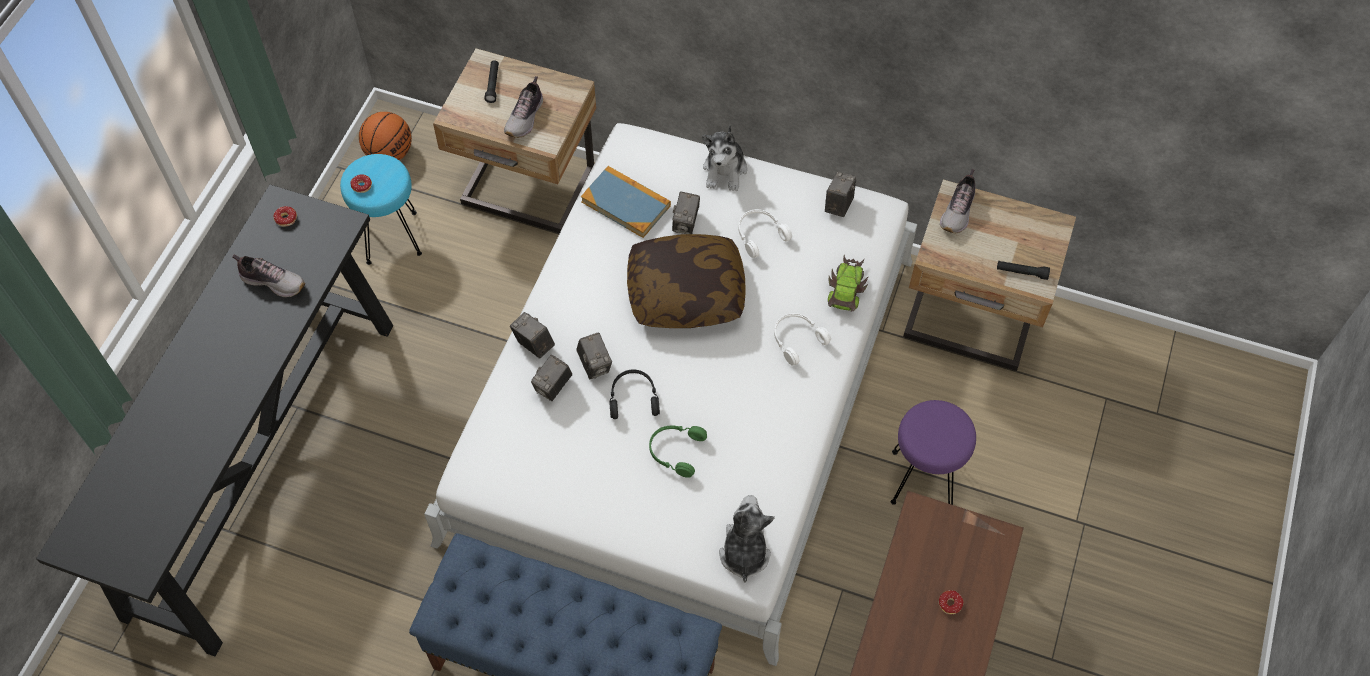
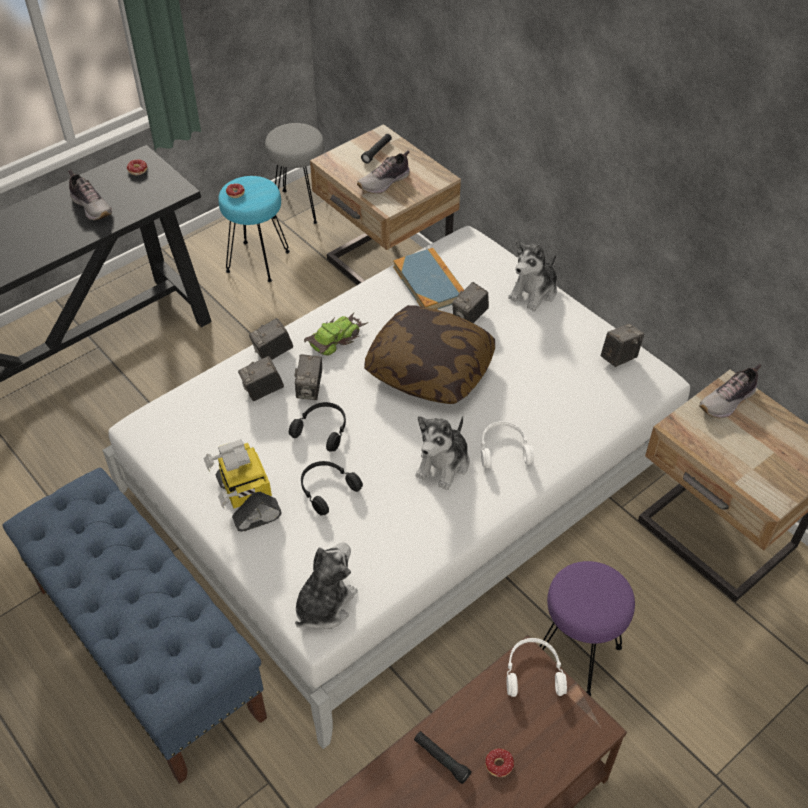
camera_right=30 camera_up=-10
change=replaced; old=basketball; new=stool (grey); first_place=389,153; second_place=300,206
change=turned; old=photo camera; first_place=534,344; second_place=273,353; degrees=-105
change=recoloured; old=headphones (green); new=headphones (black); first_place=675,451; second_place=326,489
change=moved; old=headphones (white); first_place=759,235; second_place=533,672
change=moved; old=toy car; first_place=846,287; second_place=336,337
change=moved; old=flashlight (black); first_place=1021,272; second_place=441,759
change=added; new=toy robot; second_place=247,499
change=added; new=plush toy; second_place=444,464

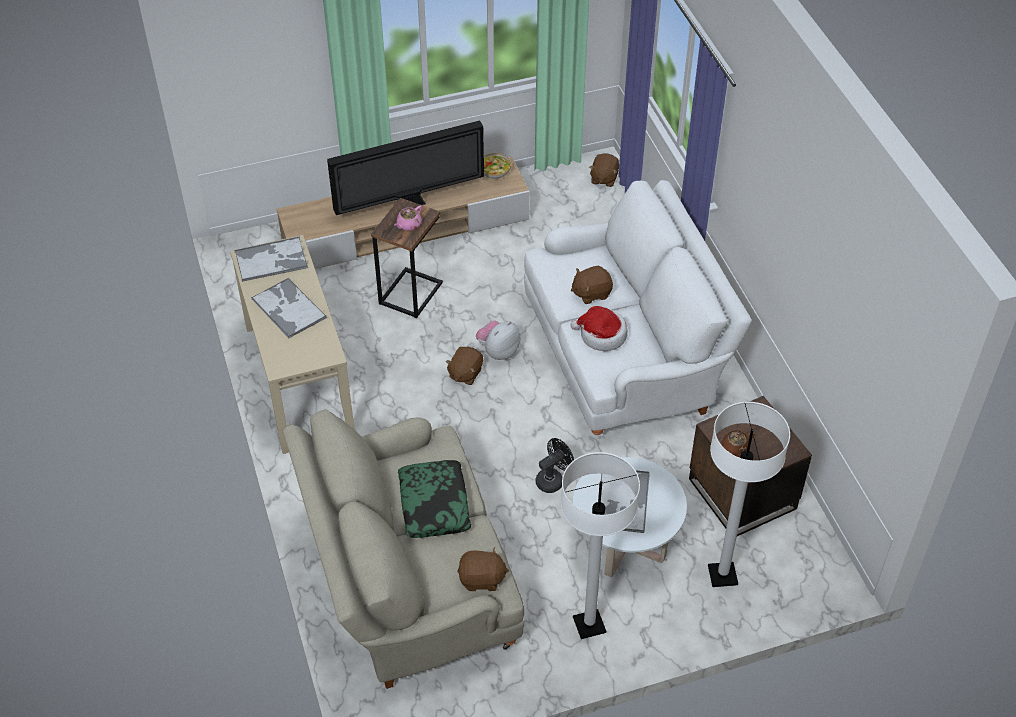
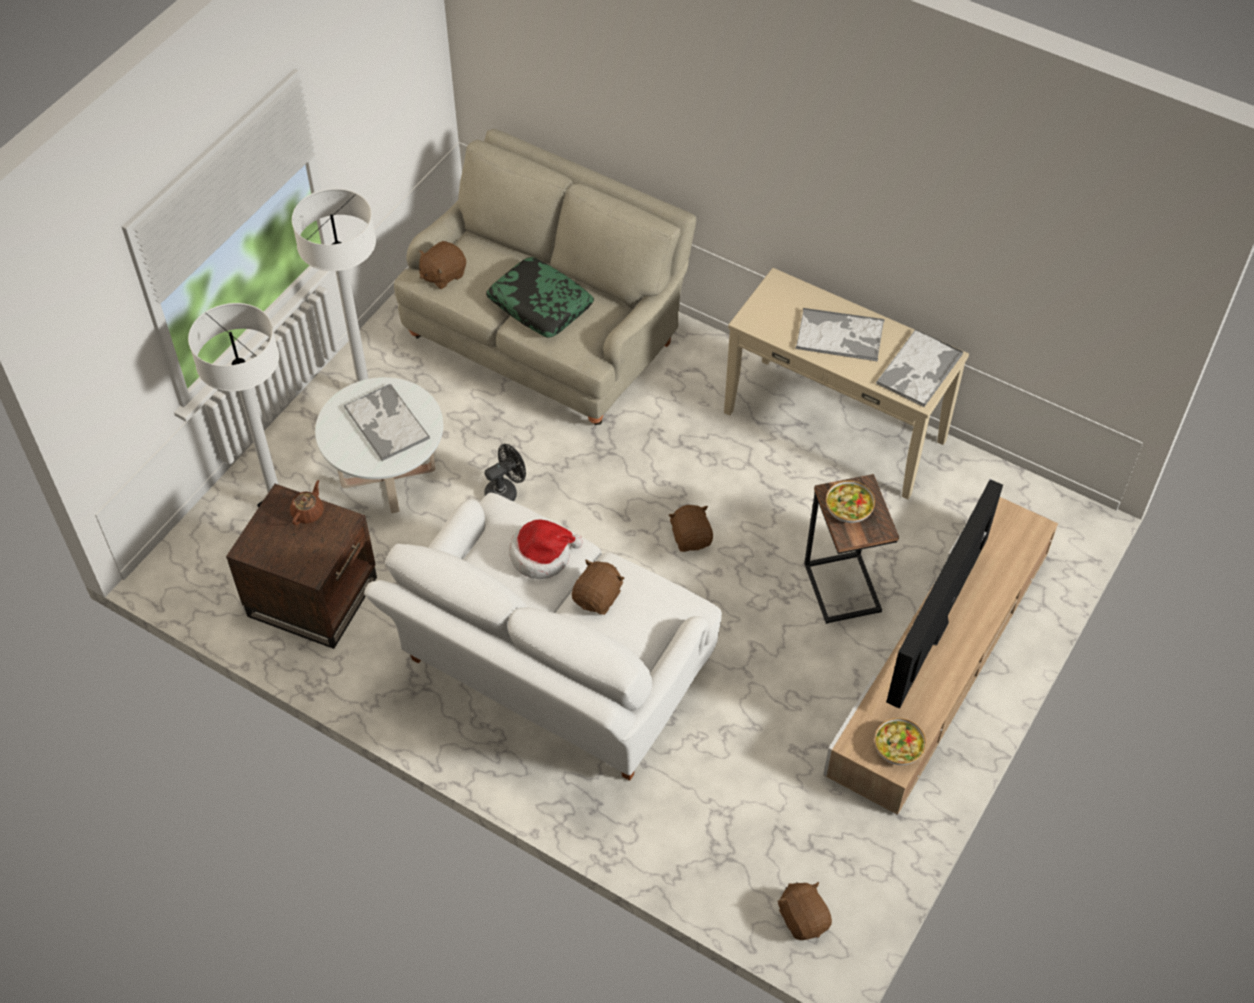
camera_right=140 camera_up=5
change=replaced; old=teapot (pink); new=bowl; first_place=408,225; second_place=849,509
change=removed; old=plush toy; first_place=498,351
change=turned; old=fan (black); first_place=553,479; second_place=505,492; degrees=-135

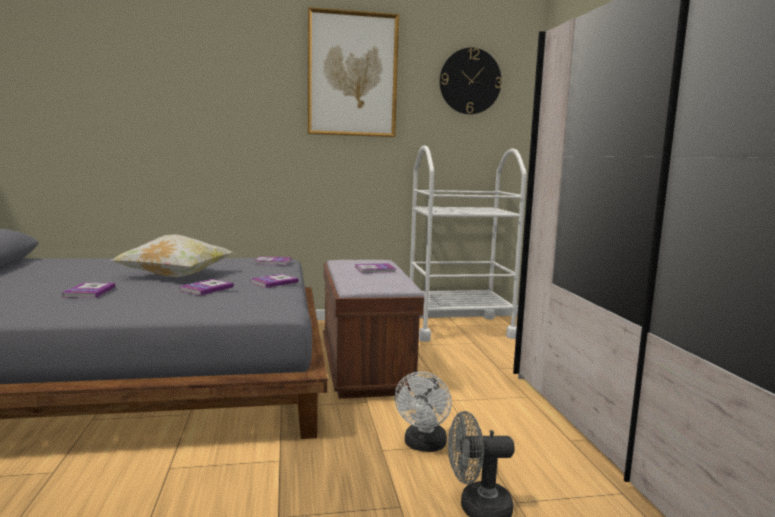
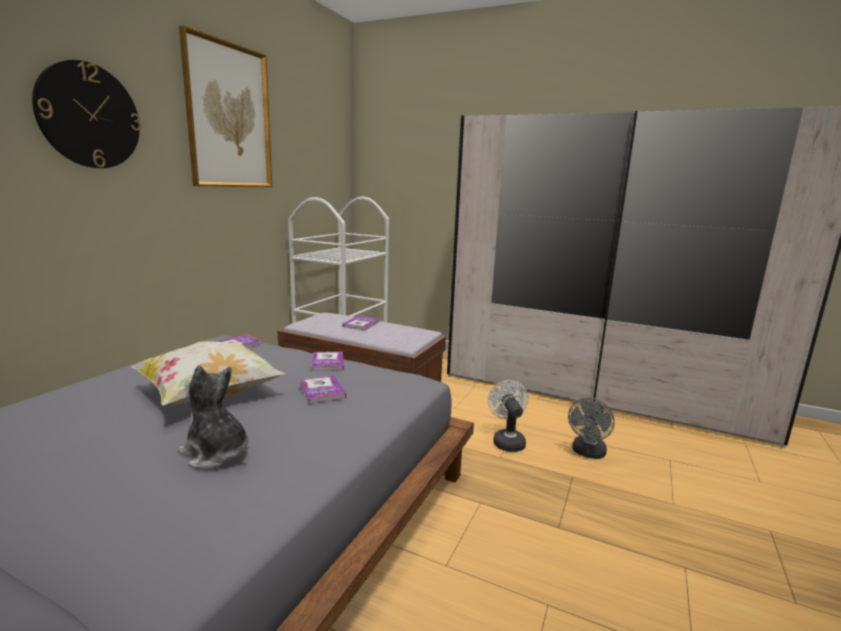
camera_right=-55 camera_up=5
change=replaced; old=book; new=plush toy; first_place=89,292; second_place=216,453
change=turned; old=fan (white); first_place=423,446; second_place=507,441; degrees=-150
change=moved; old=wall clock; first_place=470,81; second_place=89,116

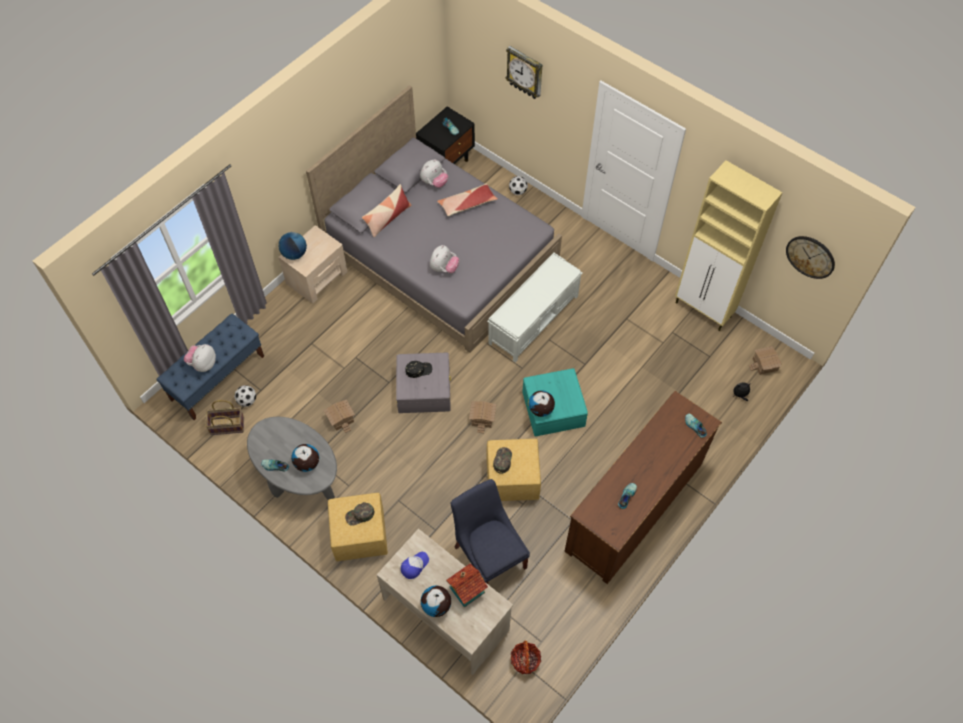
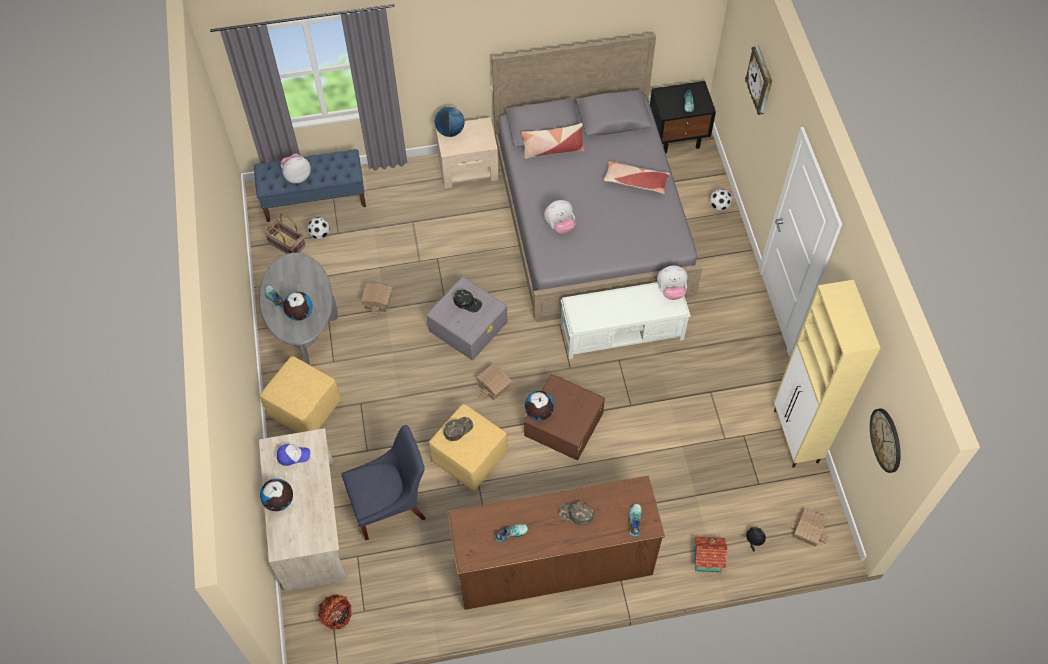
camera_right=40 camera_up=0
change=moved; old=cap (green); first_place=360,515; second_place=576,514
change=moved; old=plush toy; first_place=434,182; second_place=671,290
change=moved; old=toy house; first_place=466,589; second_place=707,558
change=turned; old=chair (blue); first_place=489,554; second_place=391,504; degrees=60
change=recoloured; old=storage box (turquoise); new=storage box (brown); first_place=553,409; second_place=563,424

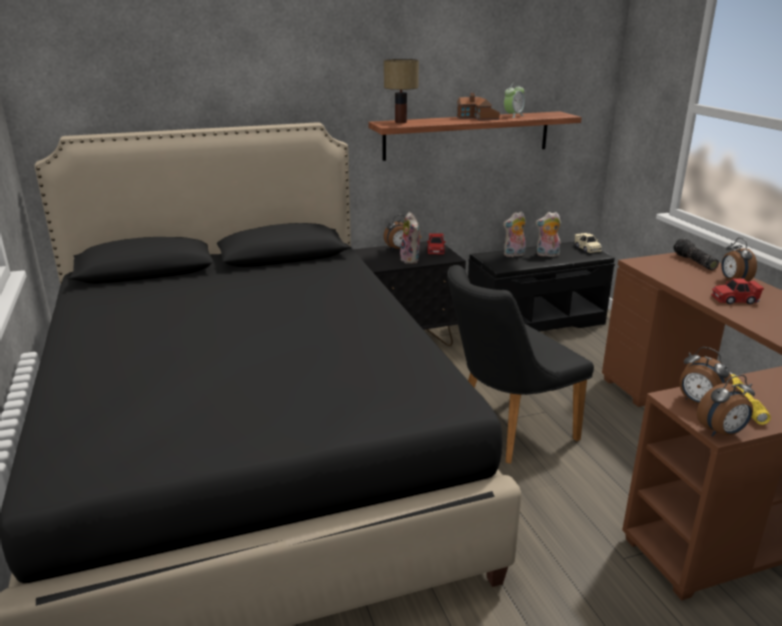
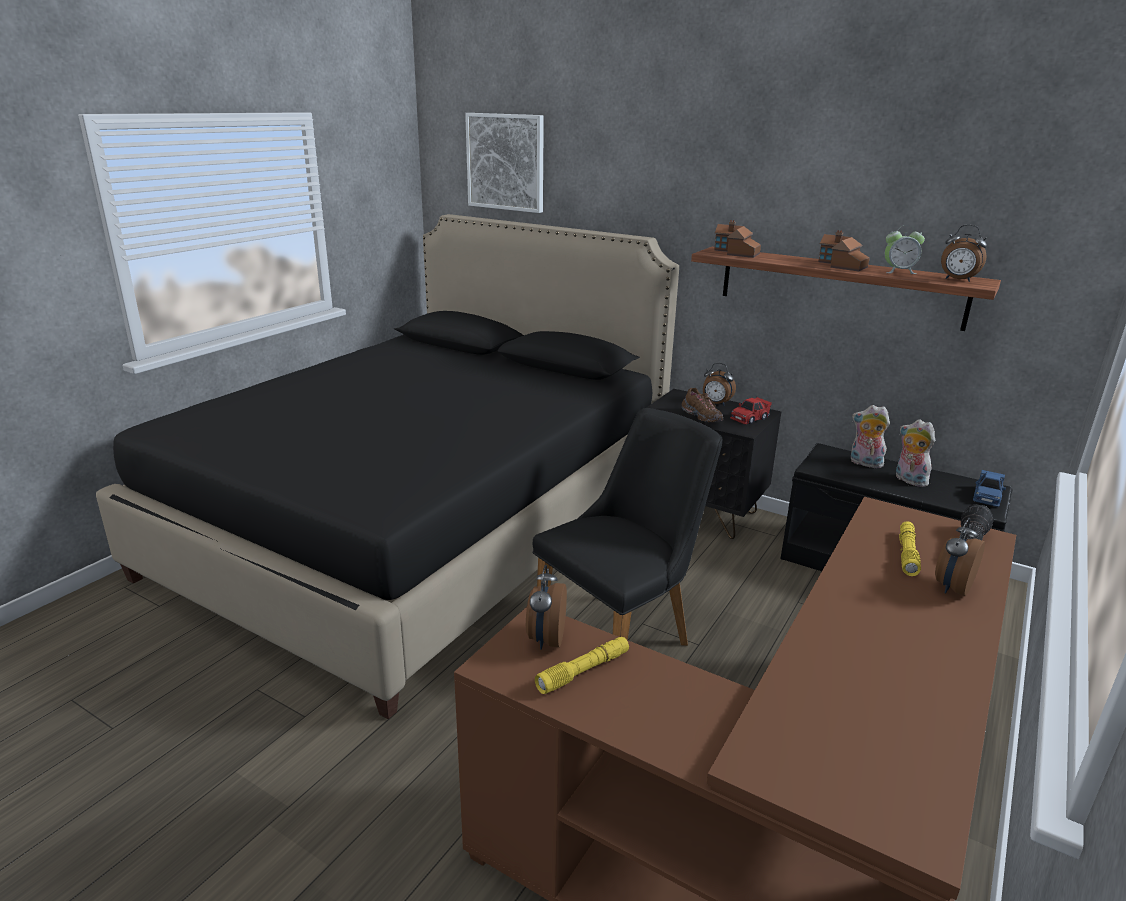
camera_right=50 camera_up=0
change=replaced; old=table lamp; new=toy house; first_place=400,122; second_place=735,252
change=replaced; old=plush toy; new=shoe (brown); first_place=411,260; second_place=702,417
change=turned; old=chair (black); first_place=505,431; second_place=624,632; degrees=120
change=recoloured; old=toy car (beige); new=toy car (blue); first_place=587,249; second_place=987,496
change=moved; old=alarm clock; first_place=722,433; second_place=957,280
change=removed; old=toy car (red); first_place=734,300
change=added; new=picture; second_place=506,162
change=added; new=flashlight (yellow); second_place=907,554

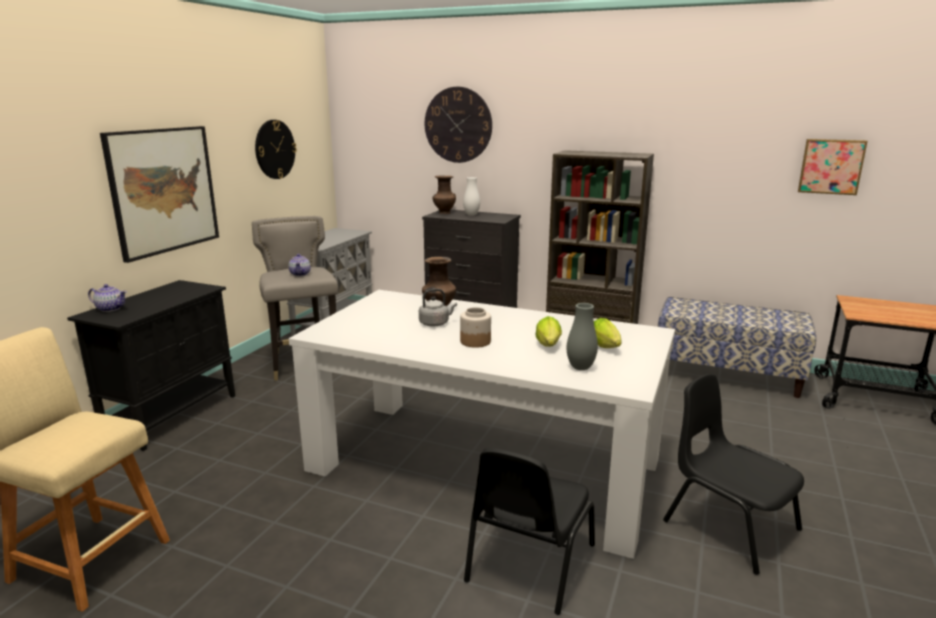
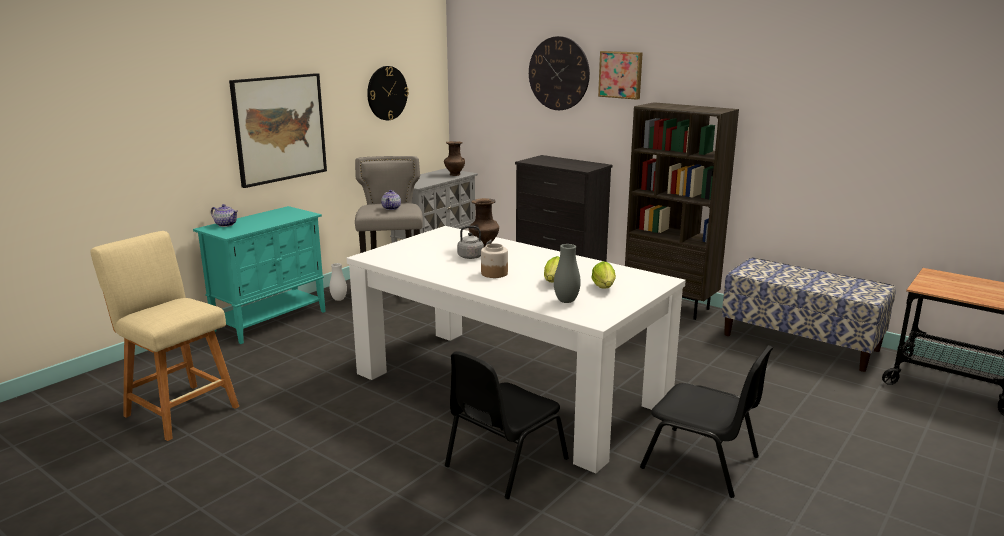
camera_right=15 camera_up=0
change=recoloured; old=cabinet (black); new=cabinet (turquoise); first_place=172,415; second_place=271,321
change=moved; old=vase (brown); first_place=444,213; second_place=454,174
change=moved; old=vase (white); first_place=471,215; second_place=339,299
change=turned; old=chair (black); first_place=728,525; second_place=702,463; degrees=150
change=moved; old=picture; first_place=831,166; second_place=621,74

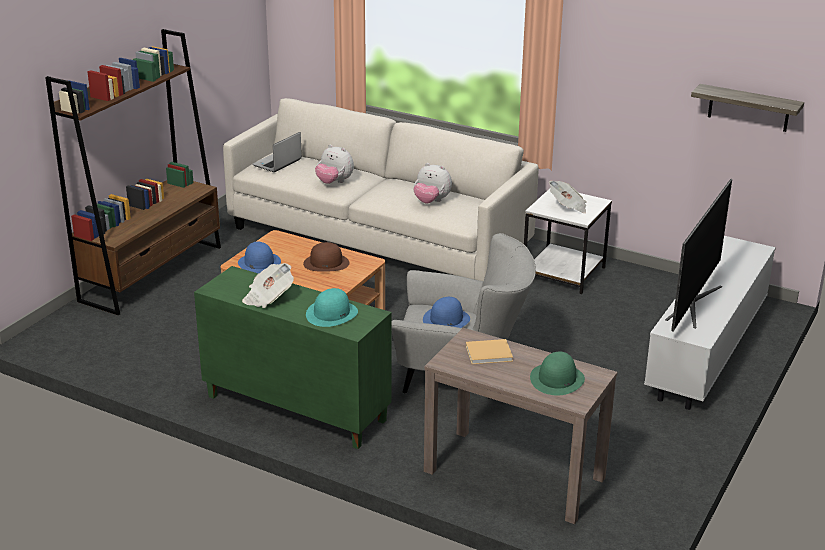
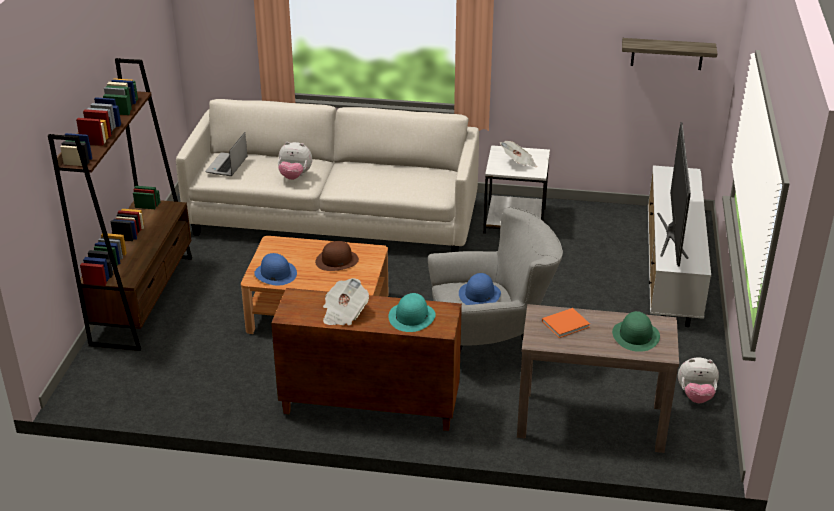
camera_right=-20 camera_up=5
change=recoloured; old=cabinet (green); new=cabinet (brown); first_place=294,408; second_place=368,406
change=moved; old=plush toy; first_place=431,201; second_place=695,396
change=recoloured; old=book (beige); new=book (orange); first_place=490,353; second_place=566,324

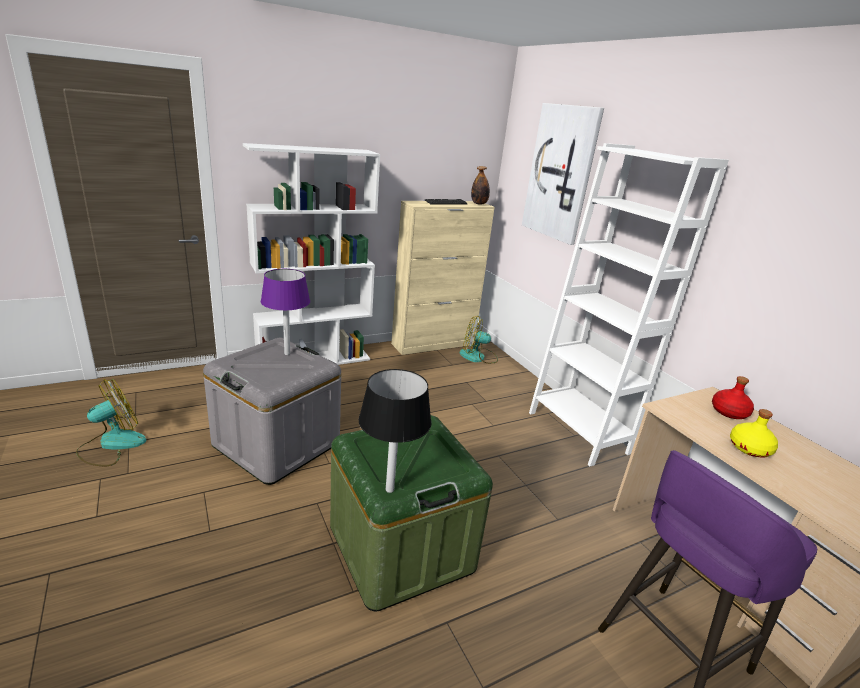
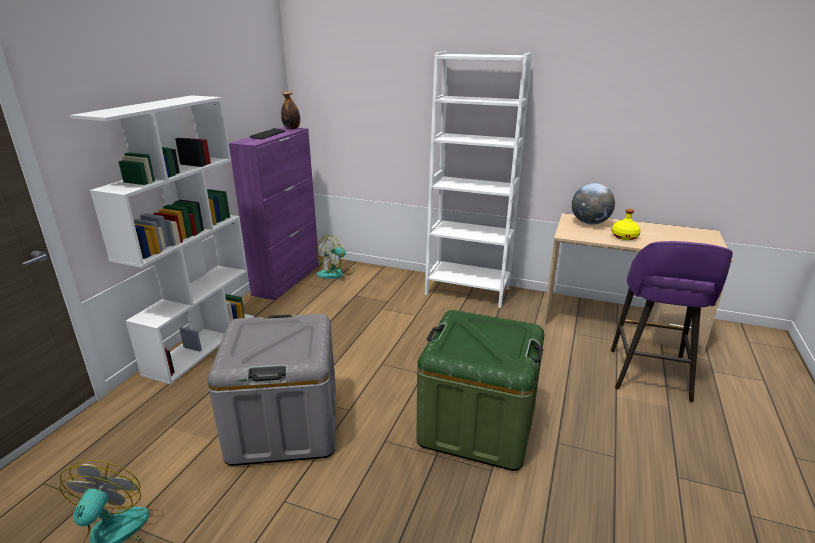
camera_right=-40 camera_up=0
change=removed; old=table lamp (purple); first_place=287,353
change=removed; old=table lamp (black); first_place=389,489
change=recoloured; old=cabinet (beige); new=cabinet (purple); first_place=434,344; second_place=287,279
change=removed; old=picture; first_place=561,173
change=replaced; old=bottle (red); new=globe; first_place=729,412; second_place=589,223

